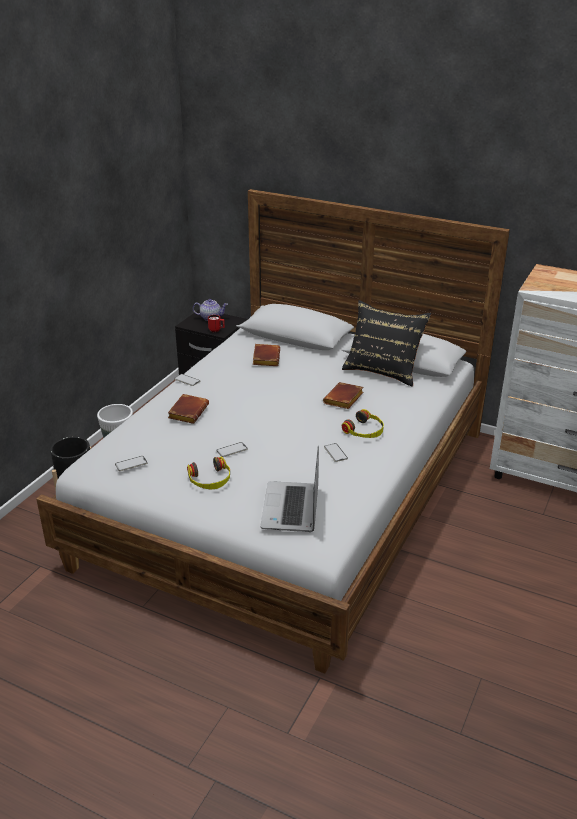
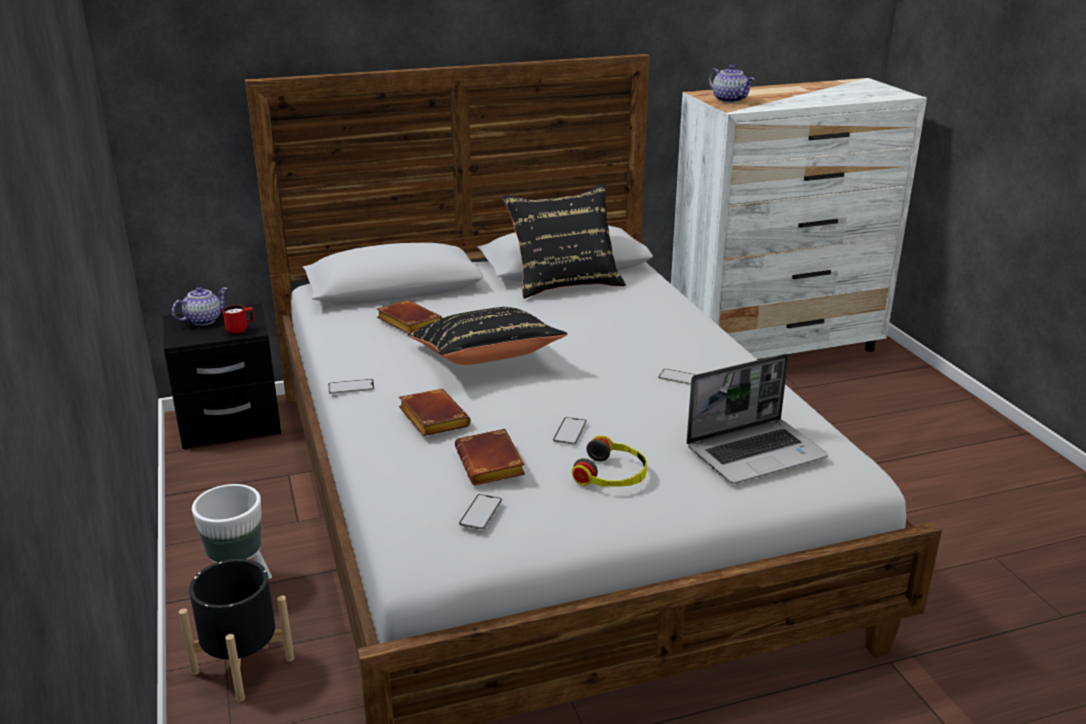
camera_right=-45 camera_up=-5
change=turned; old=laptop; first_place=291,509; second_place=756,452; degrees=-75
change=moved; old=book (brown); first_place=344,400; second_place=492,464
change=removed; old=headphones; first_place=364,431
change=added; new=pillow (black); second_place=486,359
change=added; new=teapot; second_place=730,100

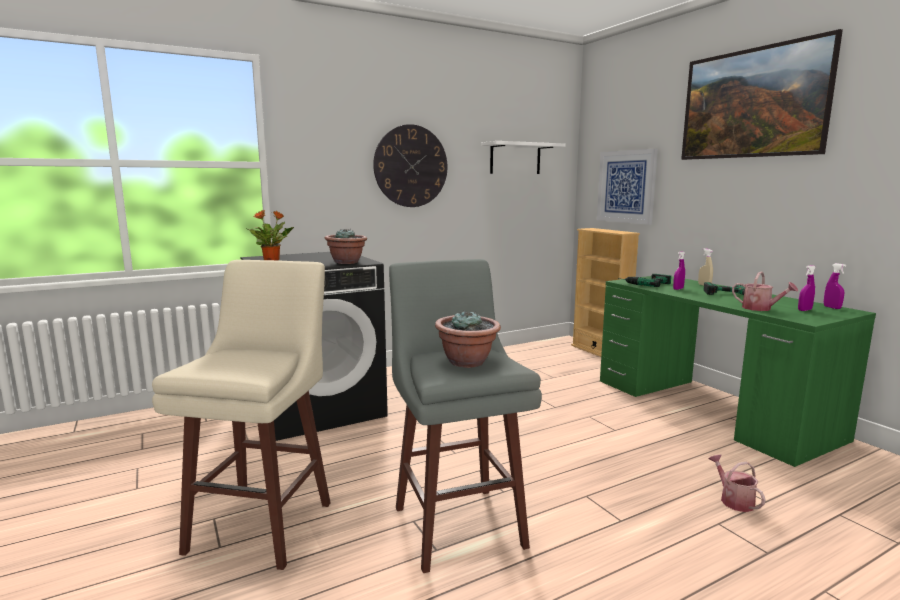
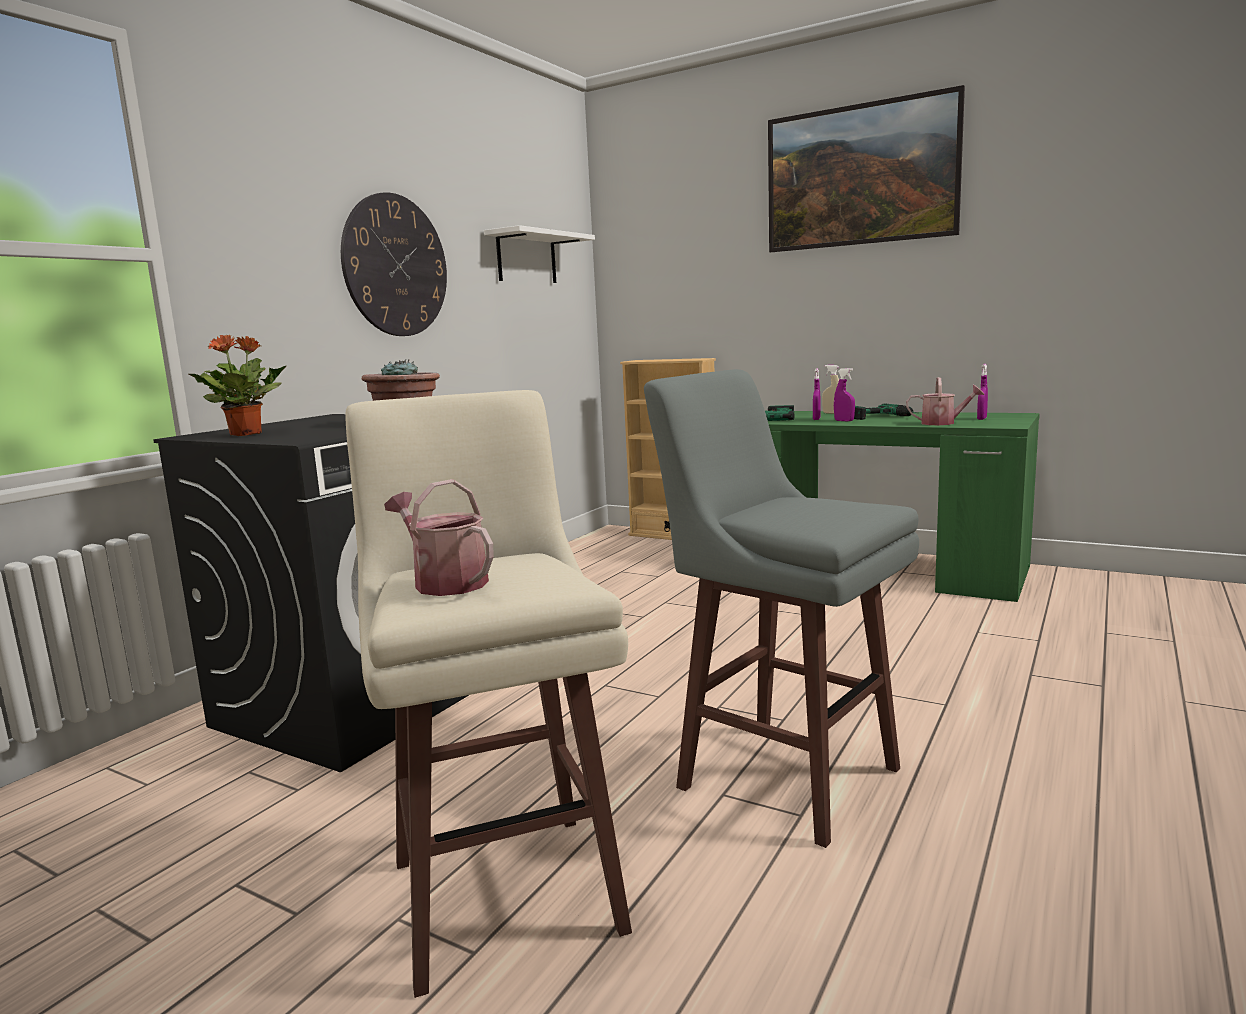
camera_right=-30 camera_up=0
change=removed; old=potted plant; first_place=467,362
change=removed; old=picture; first_place=626,186
change=moved; old=watering can; first_place=733,500; second_place=445,582
change=moved; old=spray bottle (purple); first_place=832,307; second_place=844,421

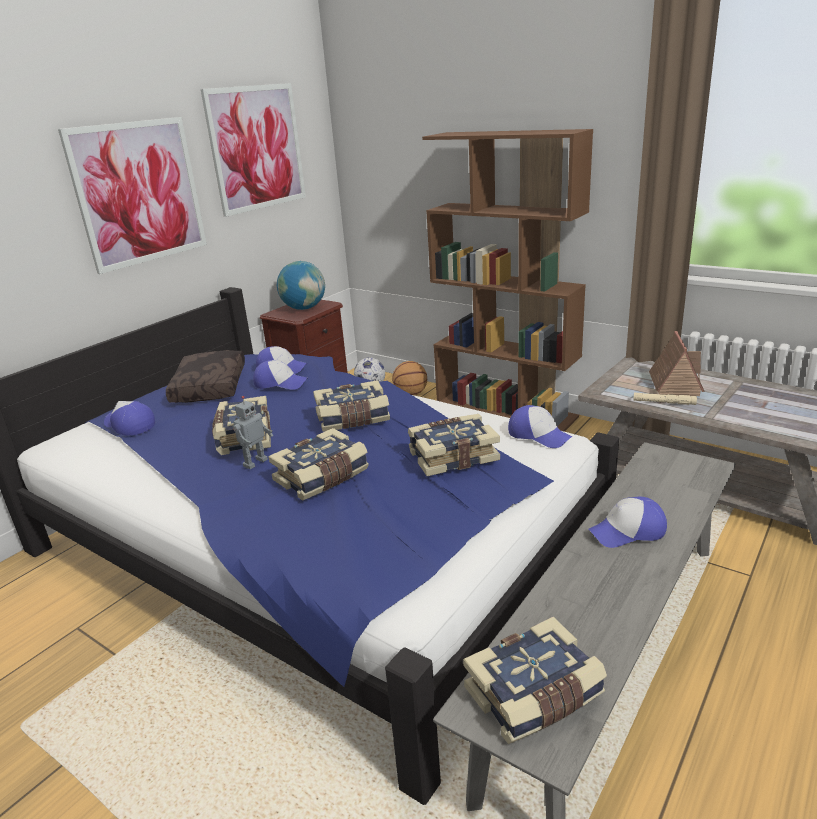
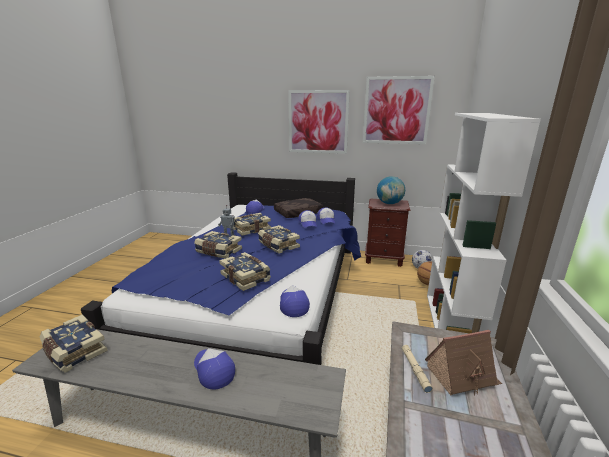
camera_right=65 camera_up=-5
change=recoloured; old=bookcase (brown); new=bookcase (white); first_place=506,410; second_place=450,327
change=turned; old=cap; first_place=539,435; second_place=293,304; degrees=150

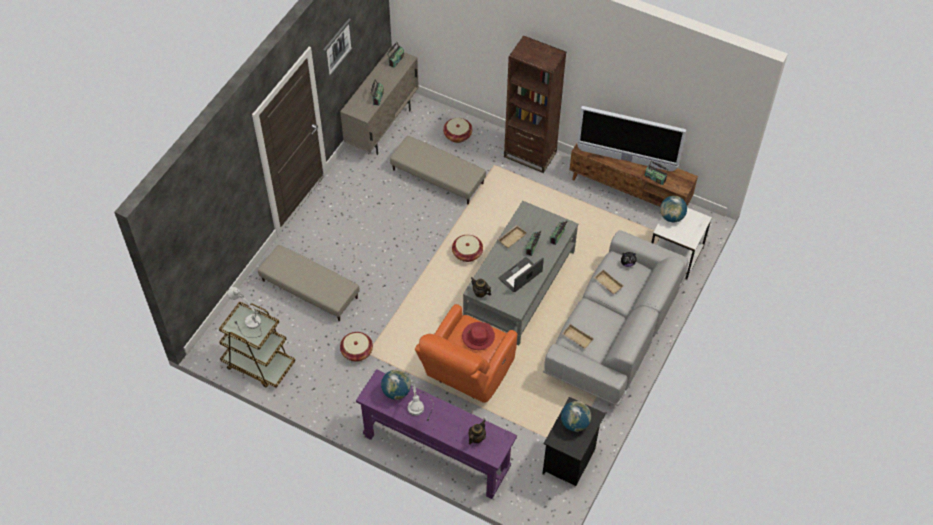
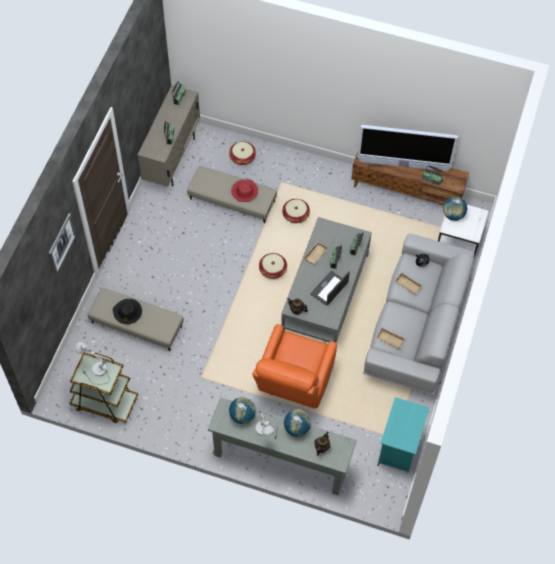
camera_right=-10 camera_up=5
change=moved; old=picture; first_place=337,48; second_place=61,243
change=moved; old=basket; first_place=357,351; second_place=295,215
change=recoloured; old=console table (purple); new=console table (grey); first_place=436,452; second_place=281,460
change=moved; old=hat (red); first_place=478,337; second_place=244,191
change=removed; old=bookcase (brown); first_place=530,154
change=recoloured; old=nightstand (black); new=nightstand (turquoise); first_place=570,461; second_place=399,450
change=moved; old=globe; first_place=574,423; second_place=297,428
change=added; new=hat (black); second_place=127,312

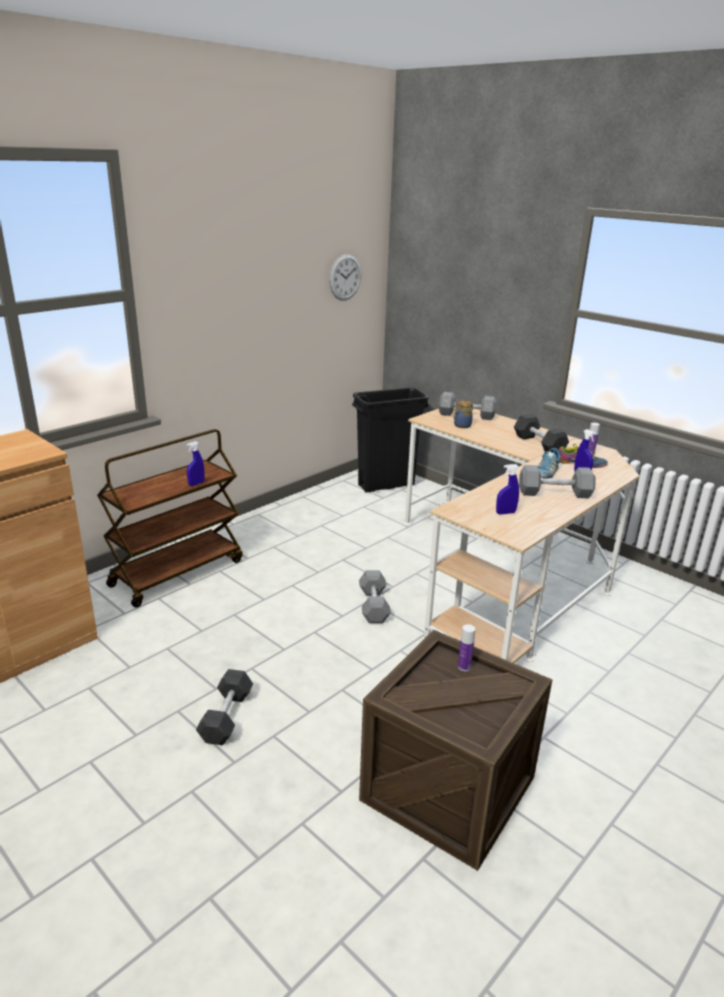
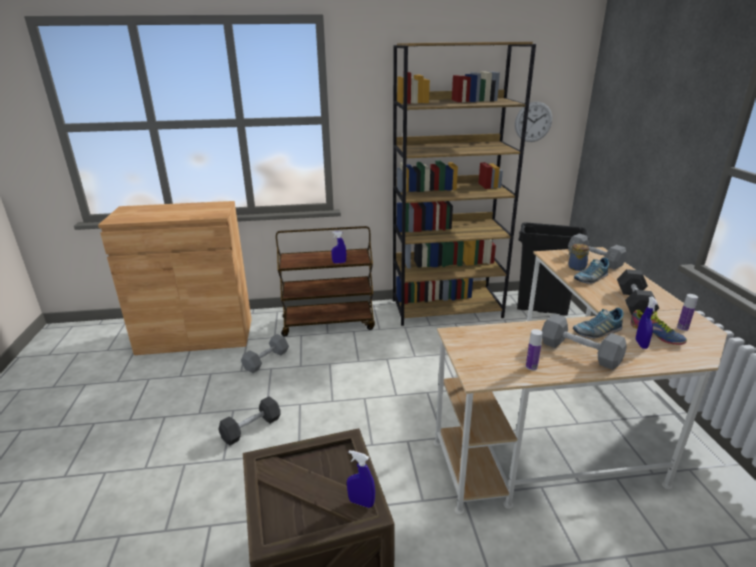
camera_right=40 camera_up=0
change=moved; old=dumbbell (grey); first_place=373,605; second_place=266,360
change=moved; old=bottle; first_place=464,666; second_place=531,367
change=moved; old=spray bottle (blue); first_place=505,513; second_place=361,502
change=added; new=bookcase (brown); second_place=447,308
change=added; new=shoe; second_place=590,278

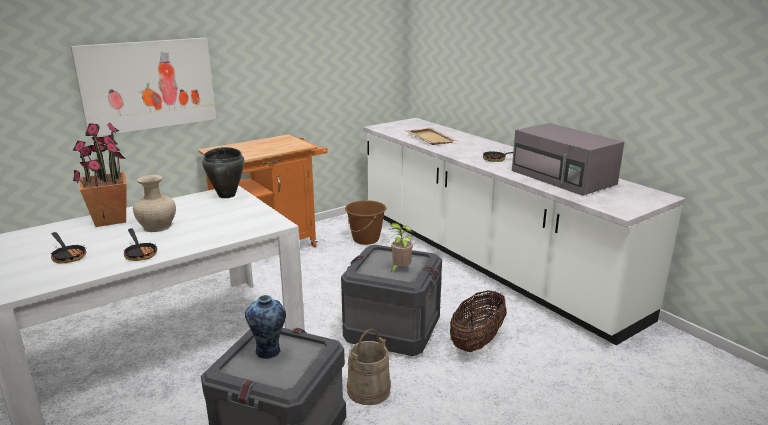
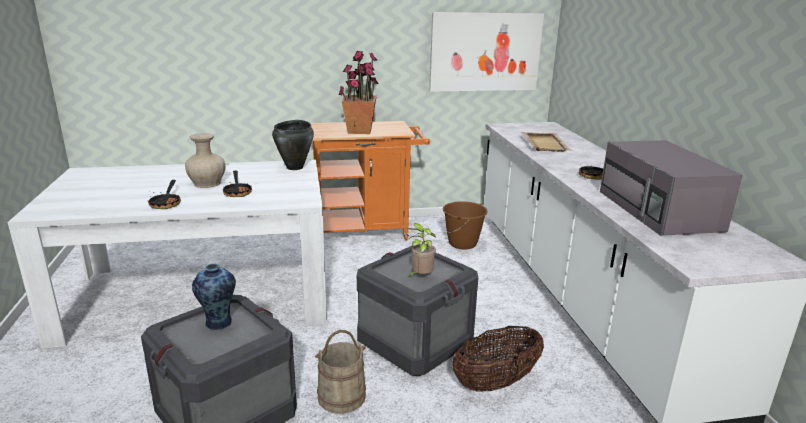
camera_right=25 camera_up=0
change=moved; old=frying pan; first_place=68,256; second_place=237,192
change=moved; old=picture; first_place=148,85; second_place=485,52
change=moved; old=potted plant; first_place=110,219; second_place=359,131

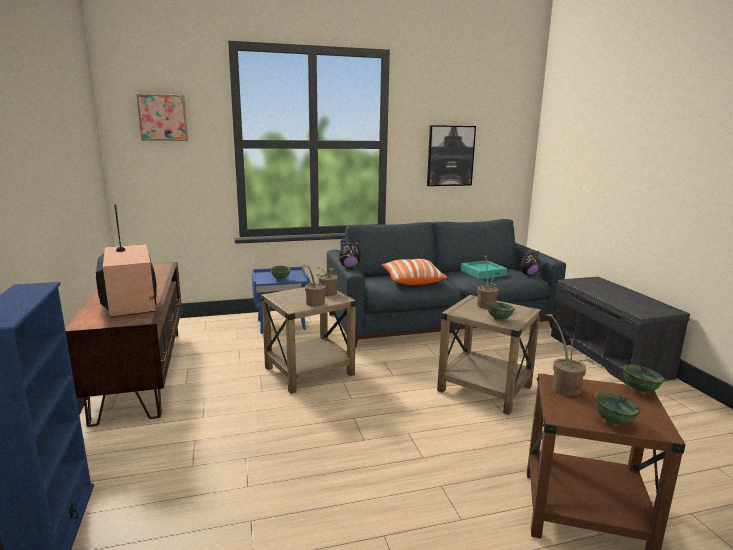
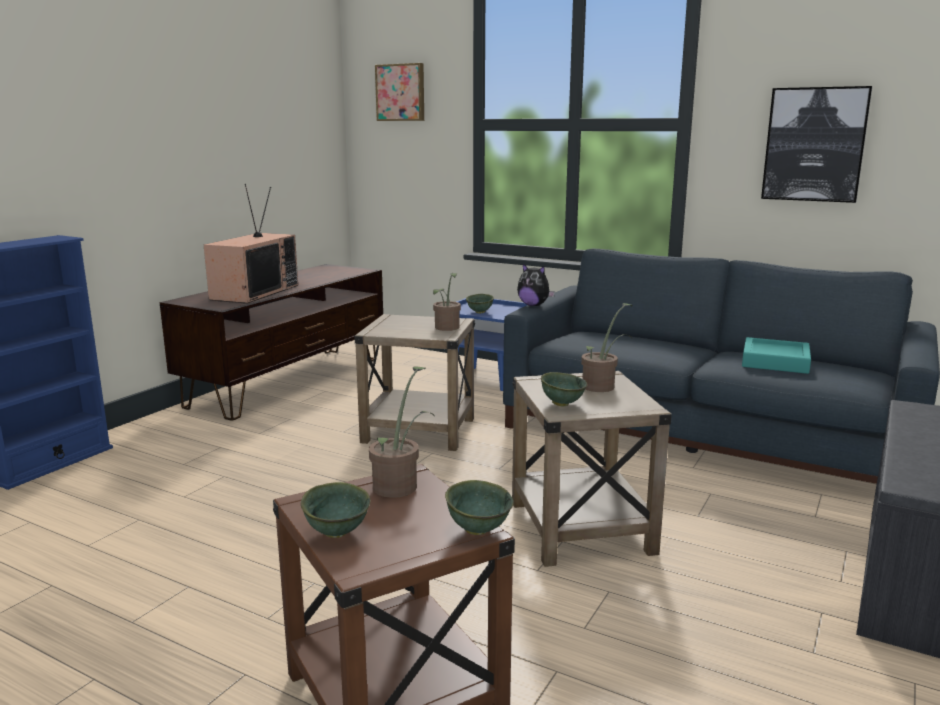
camera_right=45 camera_up=0
change=removed; old=potted plant; first_place=313,304
change=removed; old=pillow; first_place=412,281
change=removed; old=plush toy; first_place=528,274

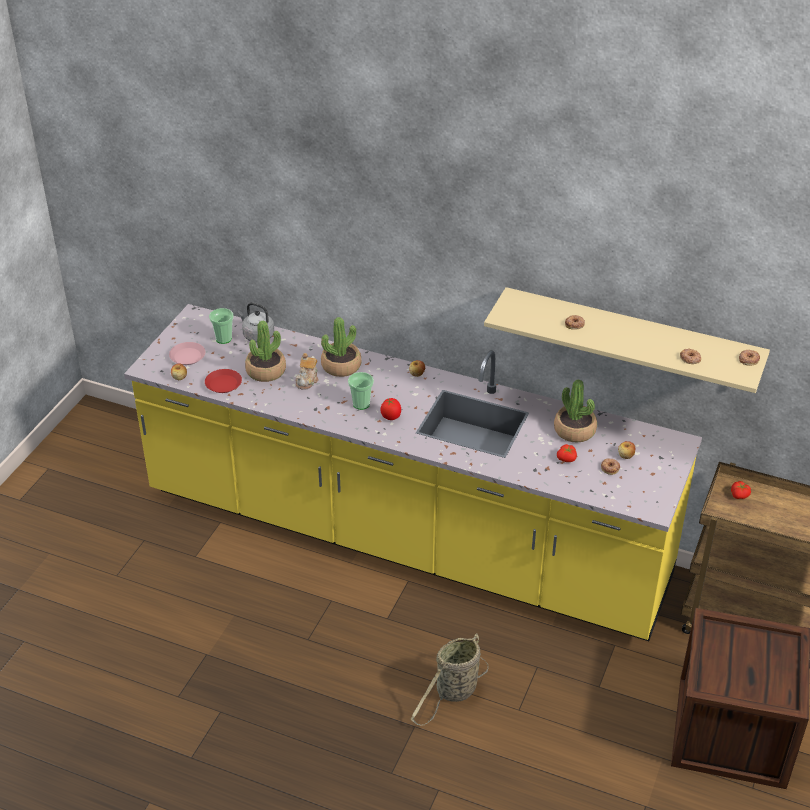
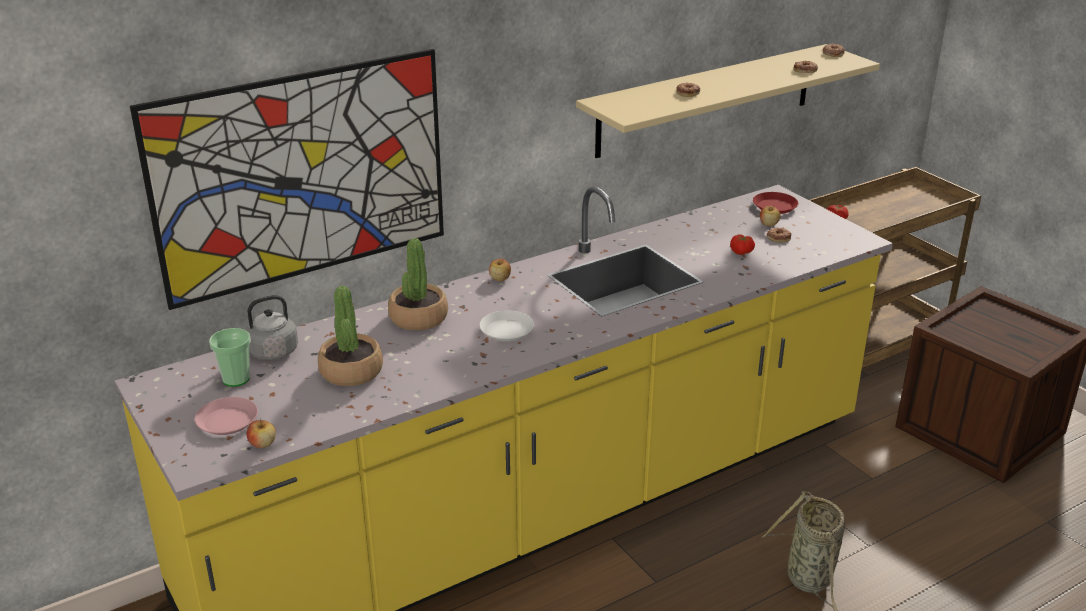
camera_right=-55 camera_up=-10
change=moved; old=plate (red); first_place=223,384; second_place=775,206
change=removed; old=teapot; first_place=307,380
change=replaced; old=cup; new=plate (white); first_place=361,404; second_place=506,330
change=removed; old=tomato; first_place=391,416
change=removed; old=potted plant; first_place=574,430
change=added; new=picture; second_place=302,176

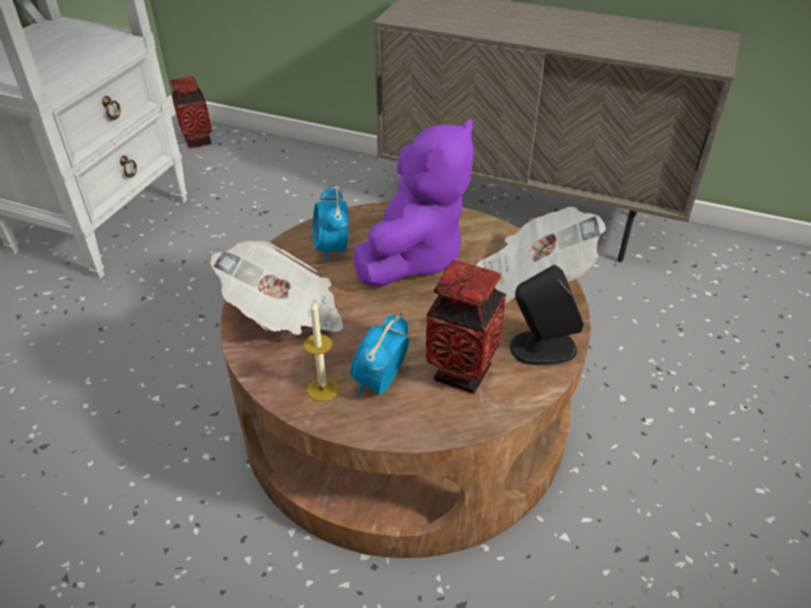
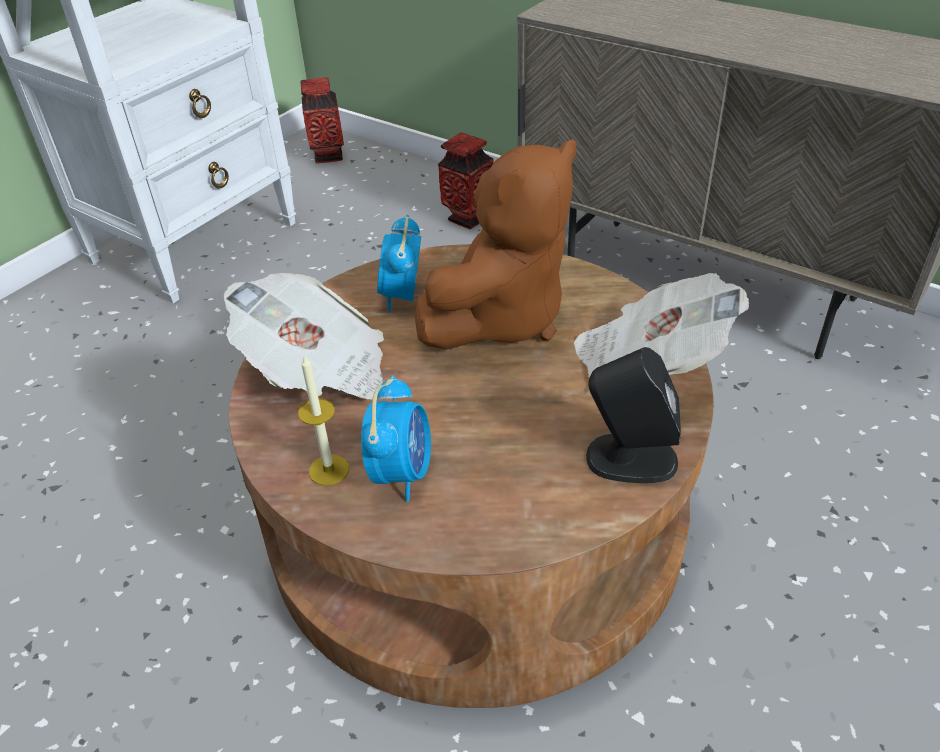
camera_right=15 camera_up=0
change=turned; old=alarm clock; first_place=380,382; second_place=401,472; degrees=150
change=recoloured; old=plush toy (purple); new=plush toy (brown); first_place=414,257; second_place=501,318
change=moved; old=vase; first_place=461,373; second_place=468,219

